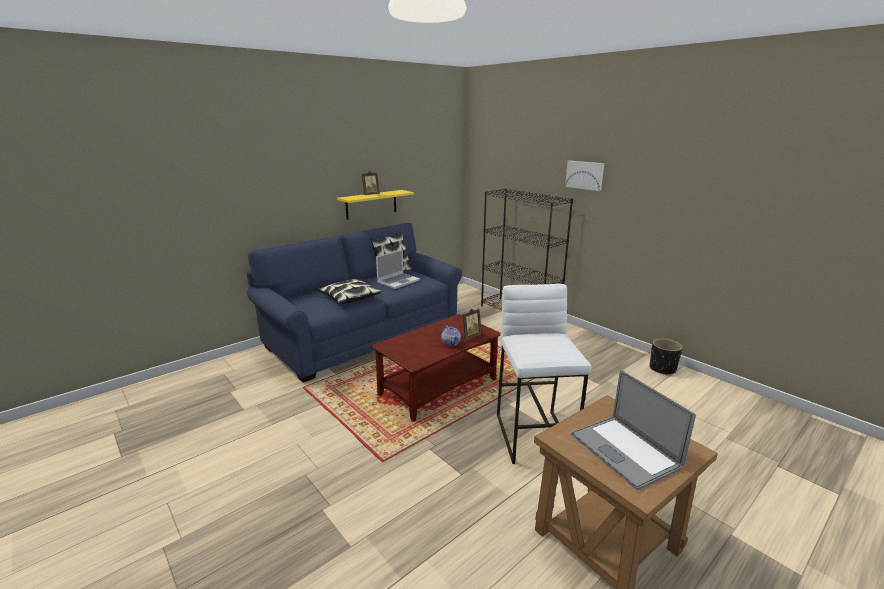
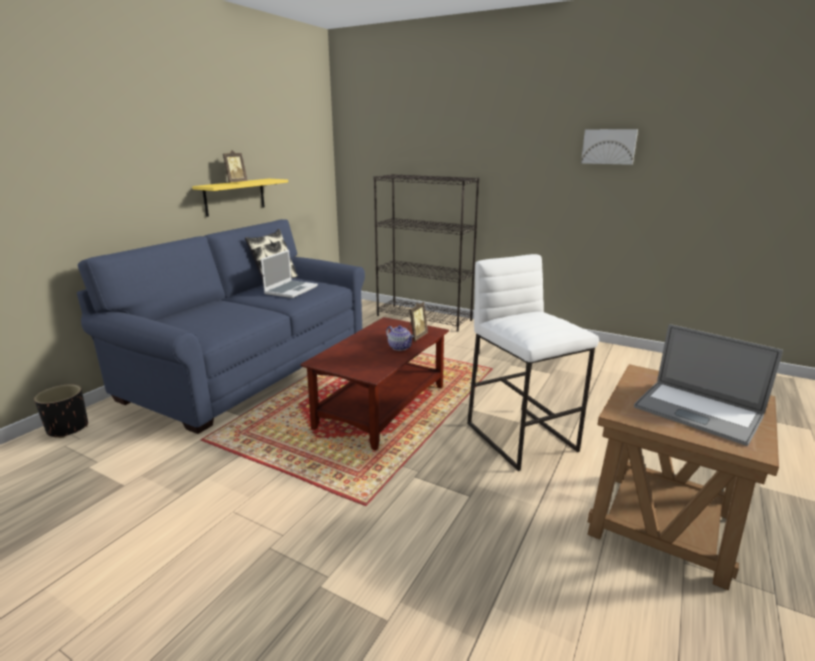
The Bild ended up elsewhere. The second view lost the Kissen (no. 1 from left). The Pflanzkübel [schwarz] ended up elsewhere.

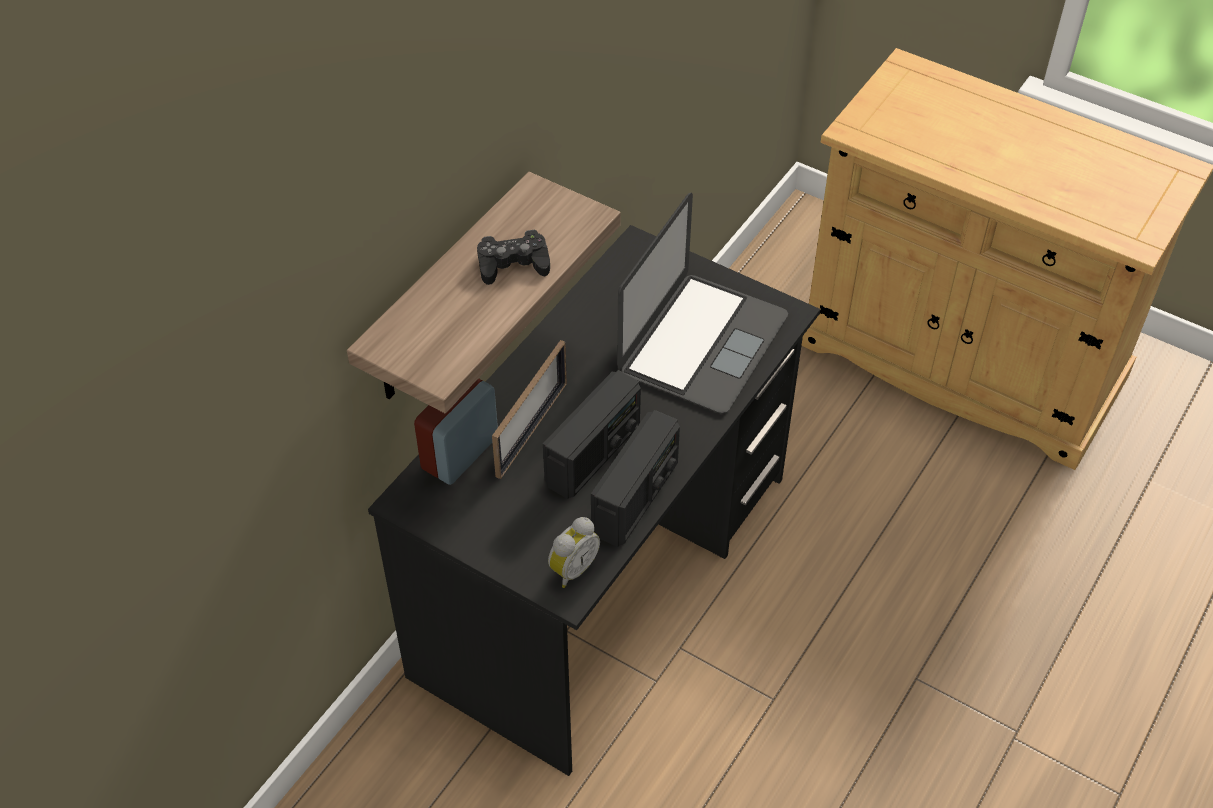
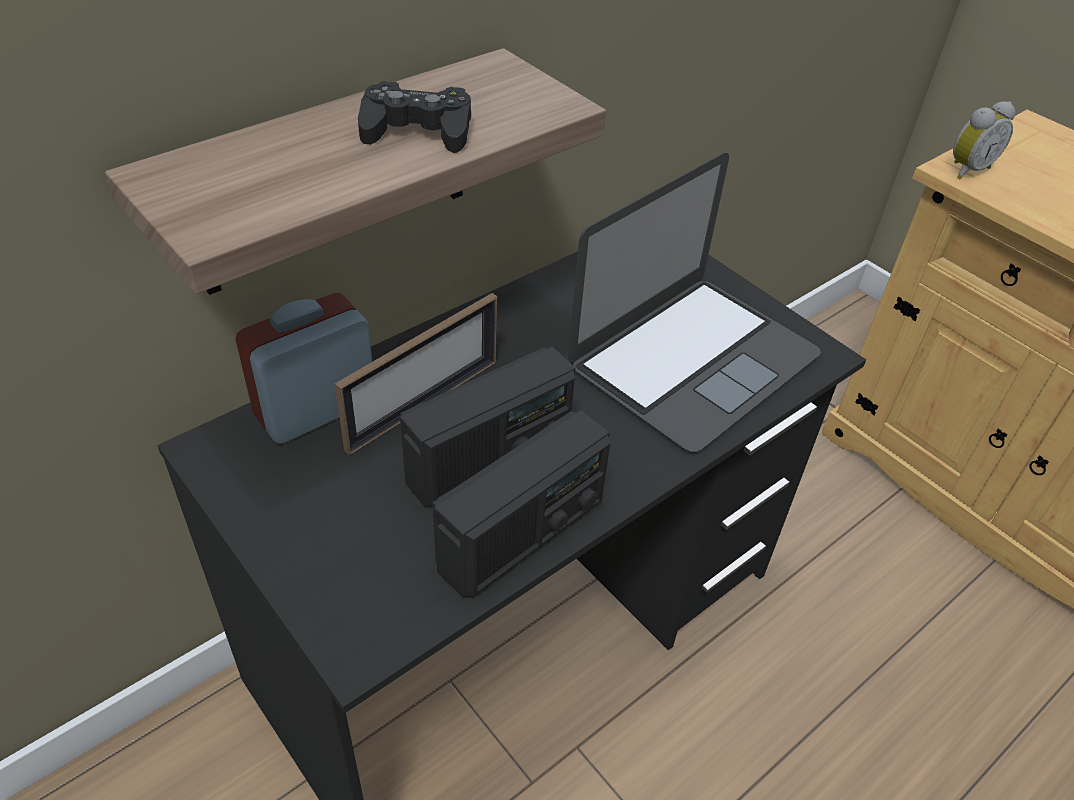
The Wecker (no. 2 from left) ended up elsewhere.

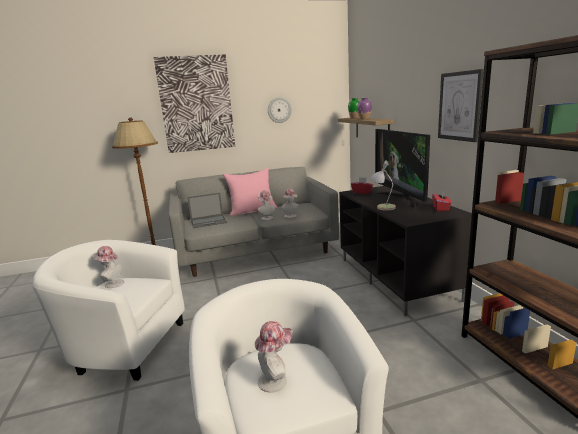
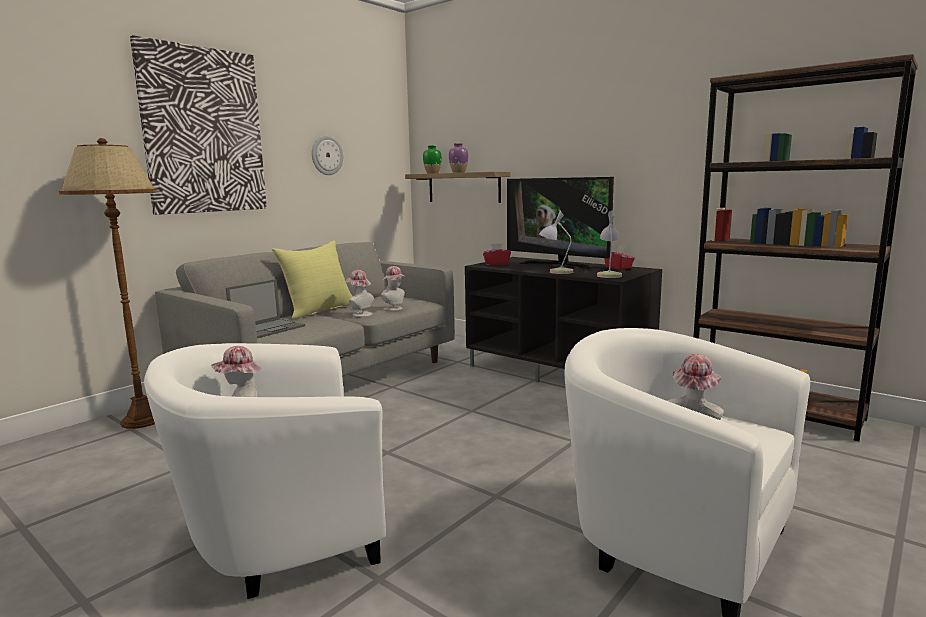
The second view lost the Bild (no. 2 from left). What was the Kissen [rosa] turned into the Kissen [gelb]. The second view gained the Tischlampe (no. 2 from left).

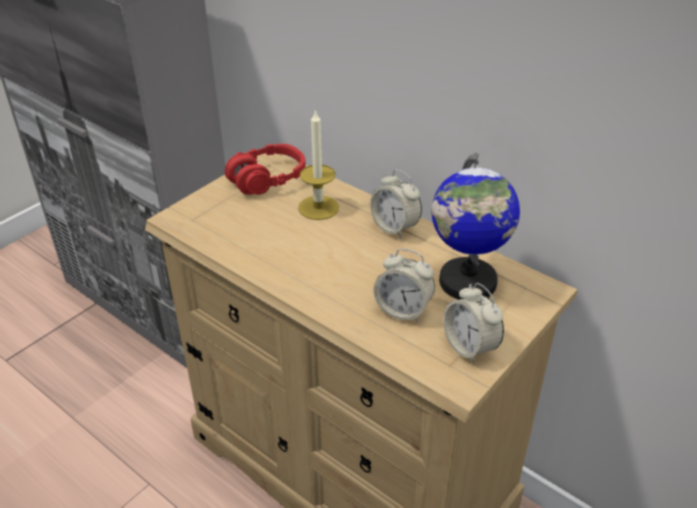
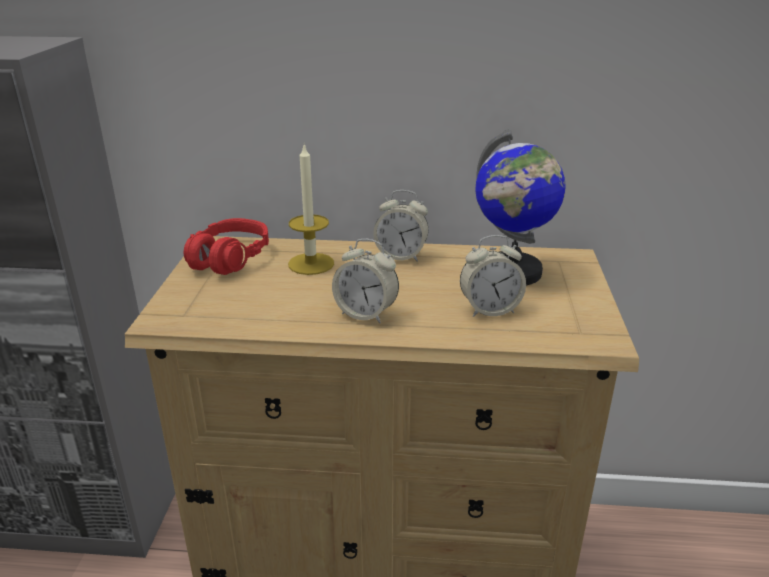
The Wecker (no. 3 from left in the first image) ended up elsewhere.

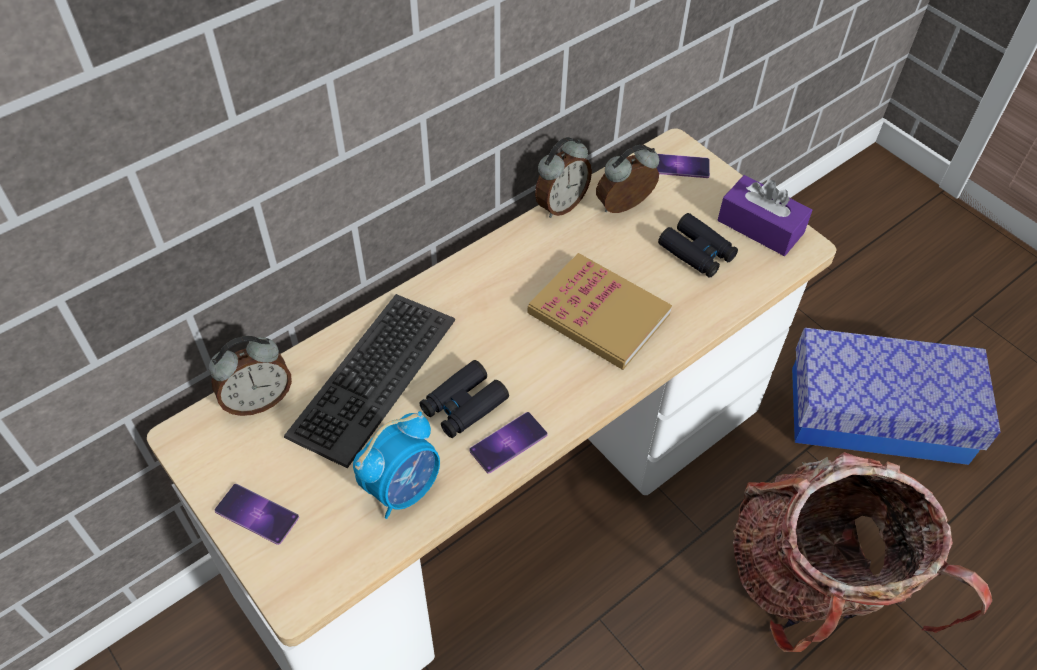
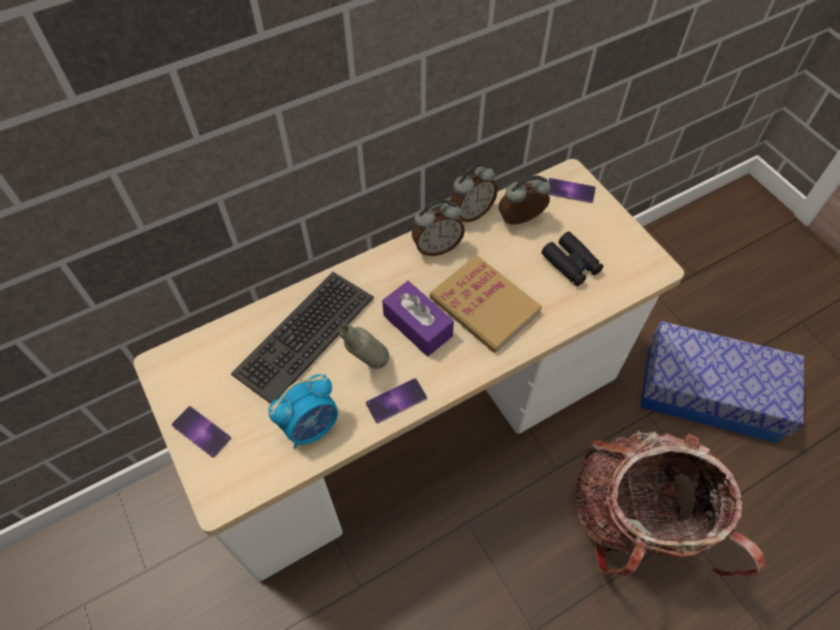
The Taschentuchbox [lila] ended up elsewhere. The Wecker (no. 1 from left in the first image) ended up elsewhere. Where the Fernglas [schwarz] (no. 1 from left) stood, the Flasche [grau] came to stand.

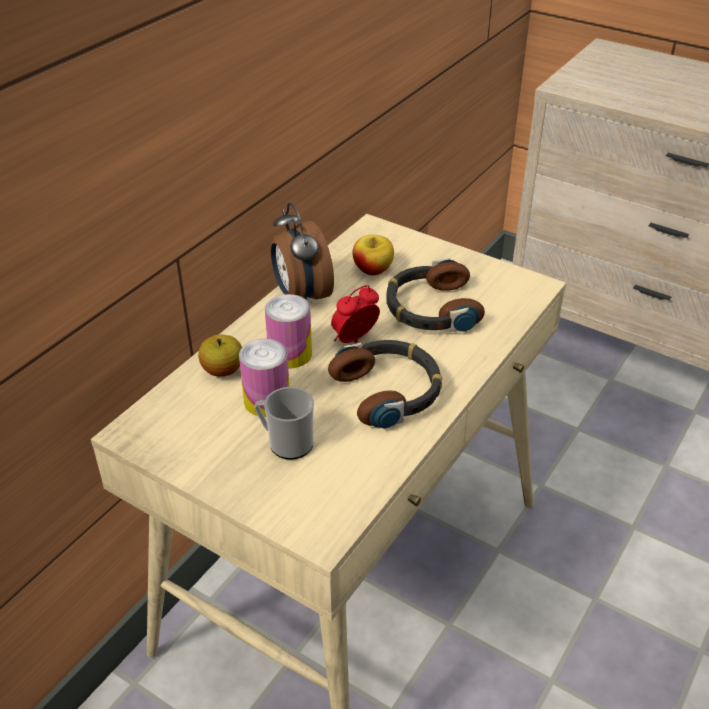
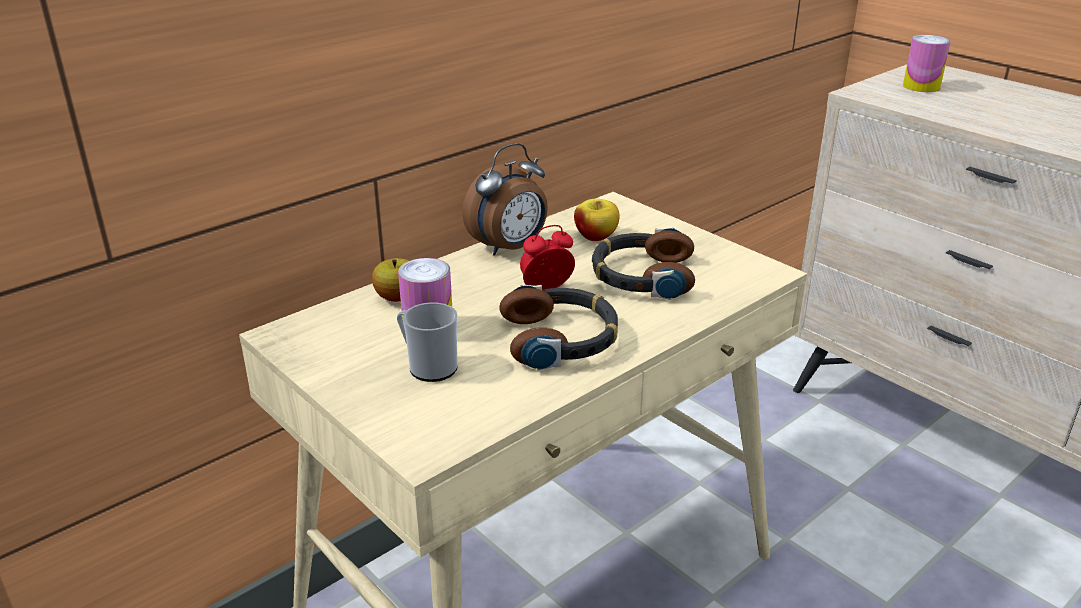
The Wecker (no. 1 from left) ended up facing another way, 120 degrees counterclockwise from before. The Dose (no. 2 from left) ended up elsewhere.

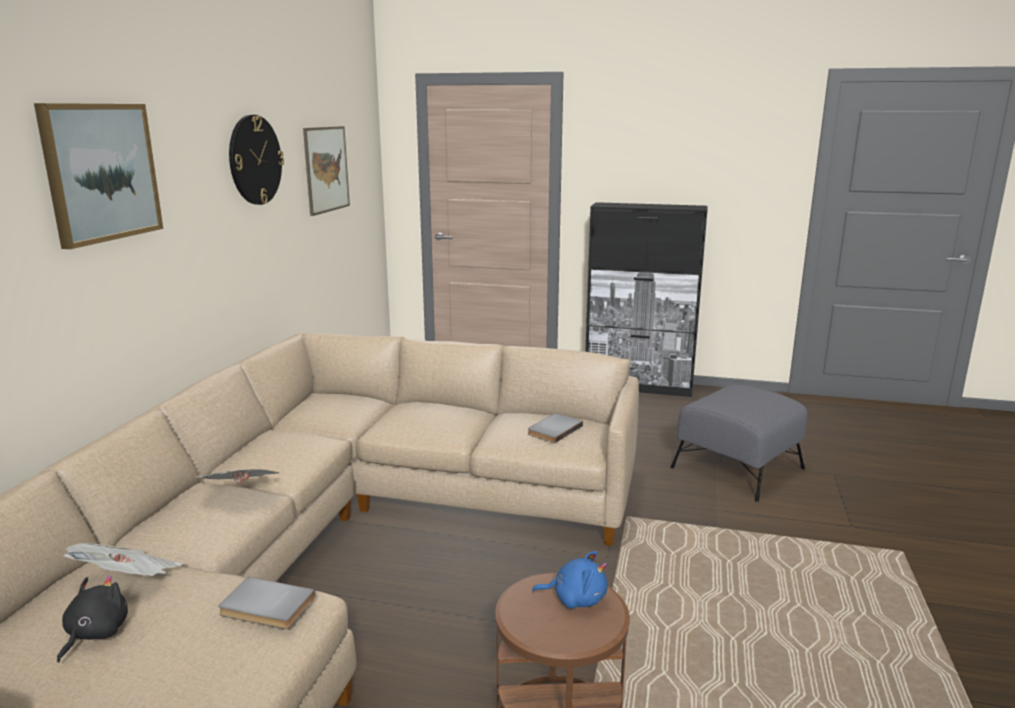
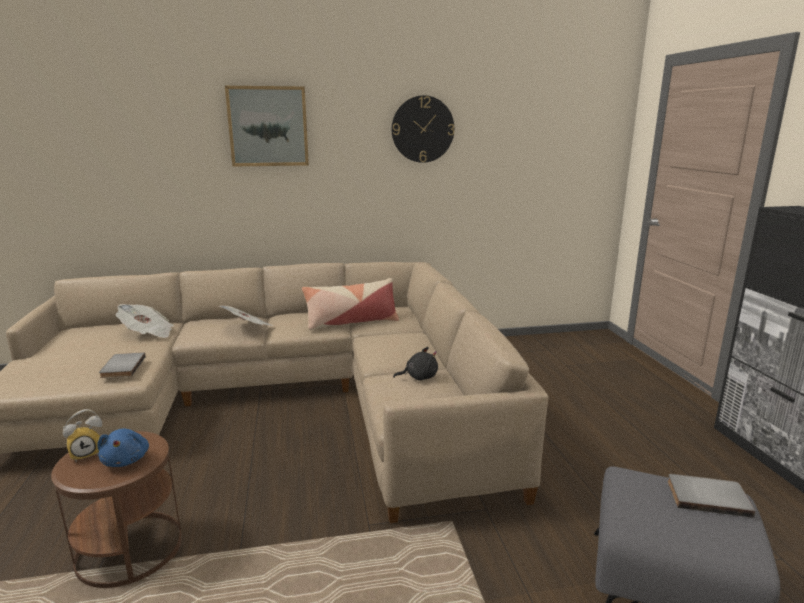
The second view lost the Bild (no. 2 from left). The Buch [grau] (no. 2 from left) ended up elsewhere. The Plüschtier [schwarz] ended up elsewhere. The second view gained the Kissen. The second view gained the Wecker.

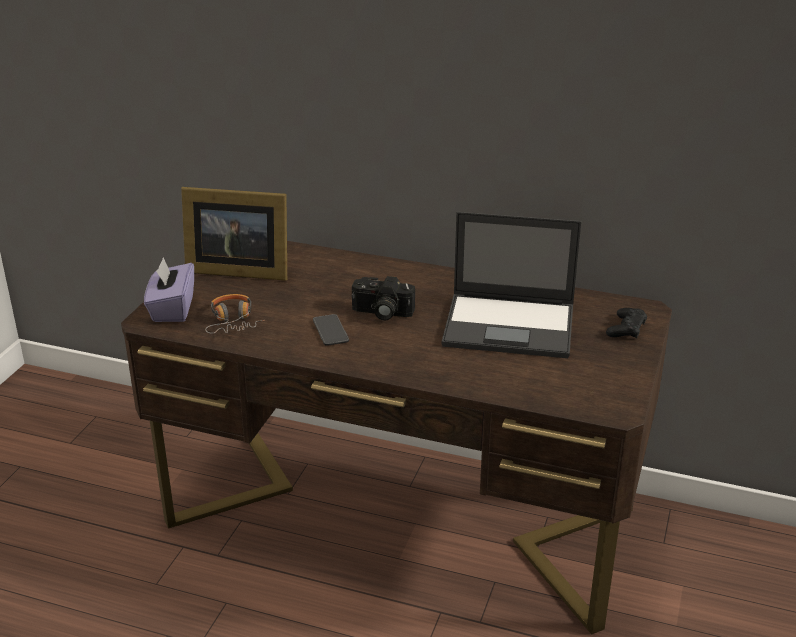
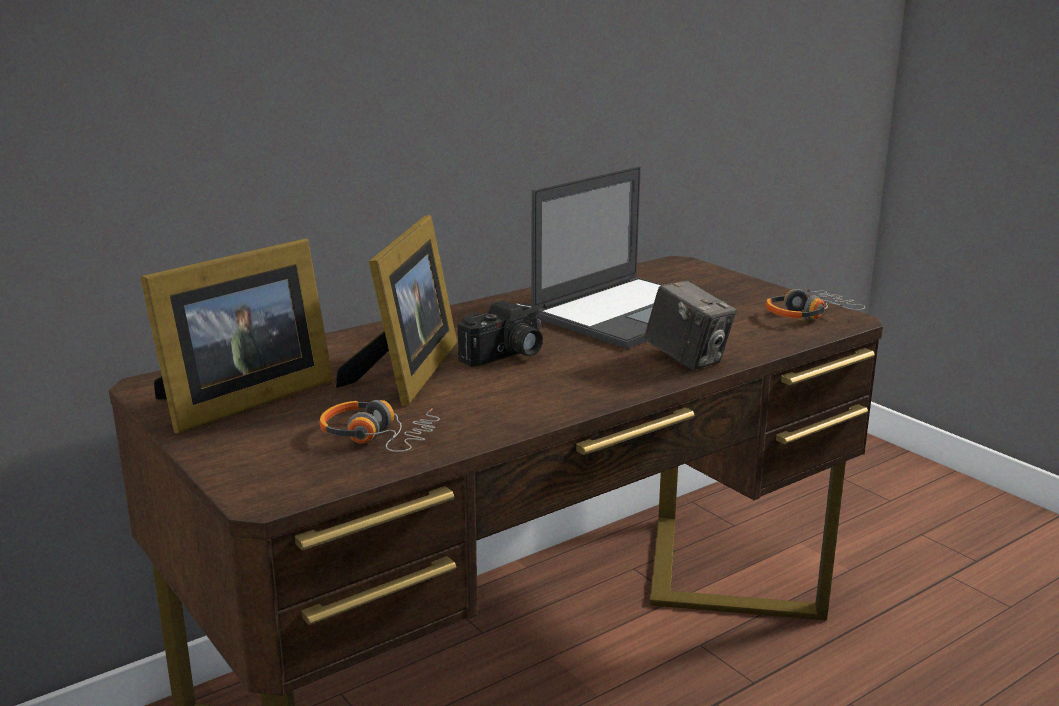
The second view lost the Taschentuchbox [lila]. The second view lost the Gamepad [schwarz]. The second view lost the Handy. The second view gained the Bilderrahmen (no. 2 from left). The second view gained the Kamera (no. 2 from left). The second view gained the Kopfhörer (no. 2 from left).

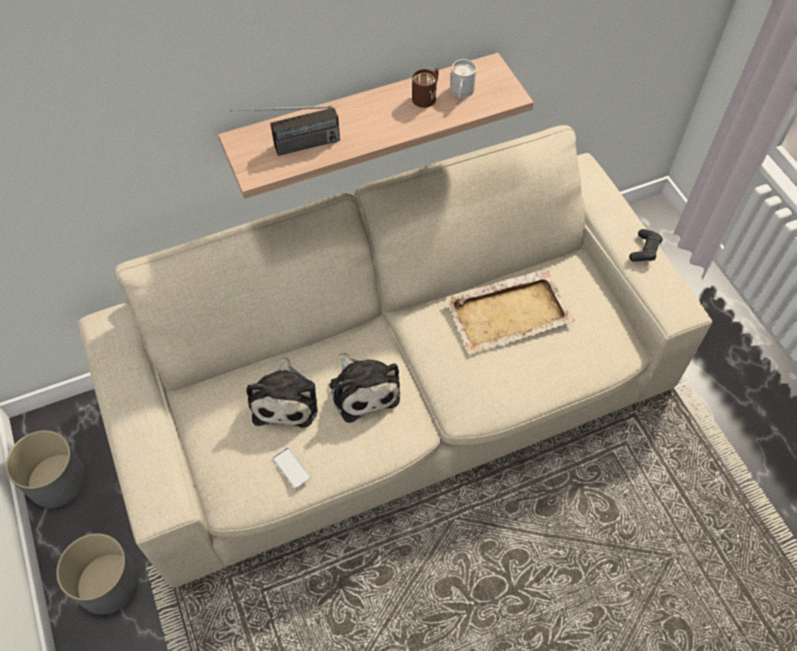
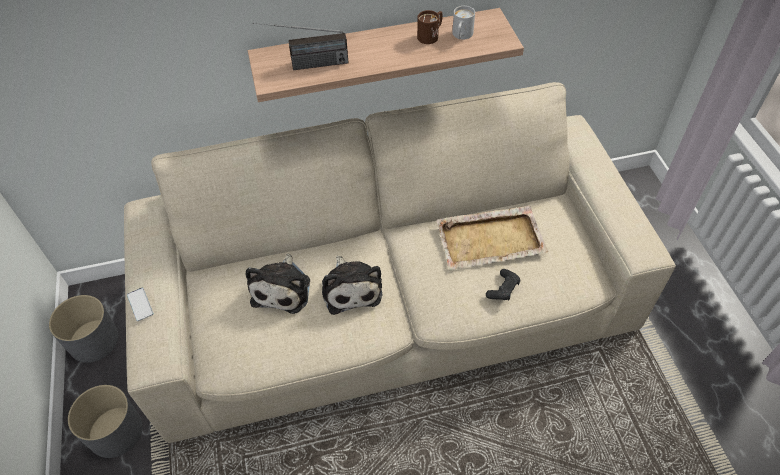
The Gamepad [schwarz] ended up elsewhere. The Handy ended up elsewhere.

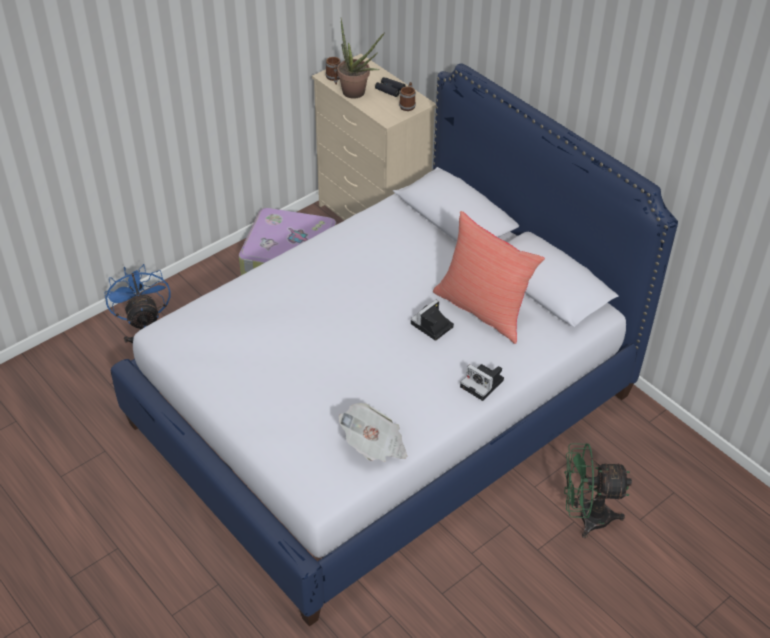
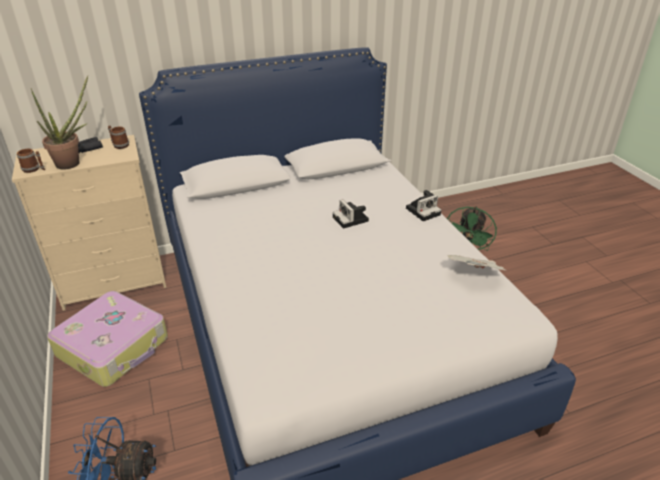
The second view lost the Kissen [rot].

